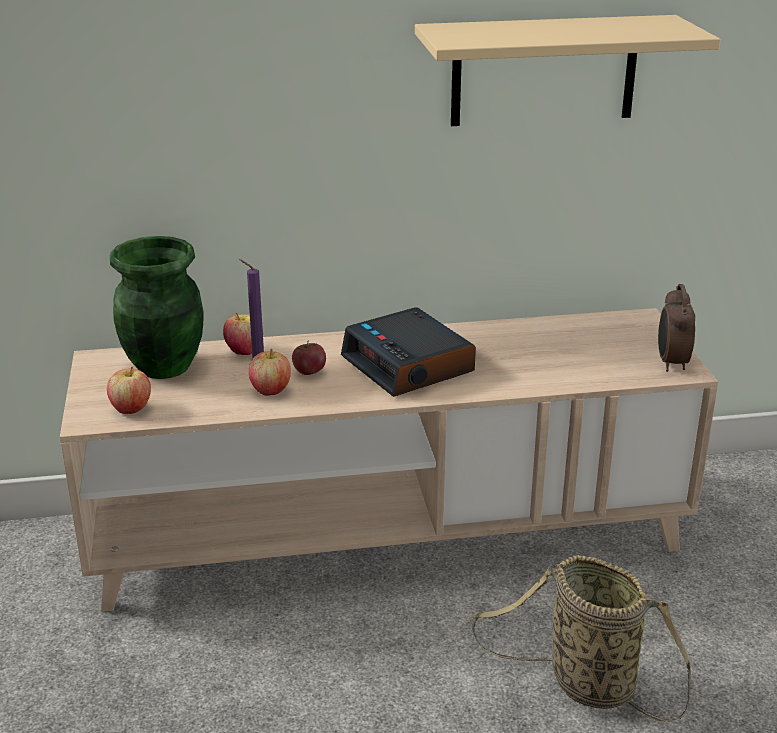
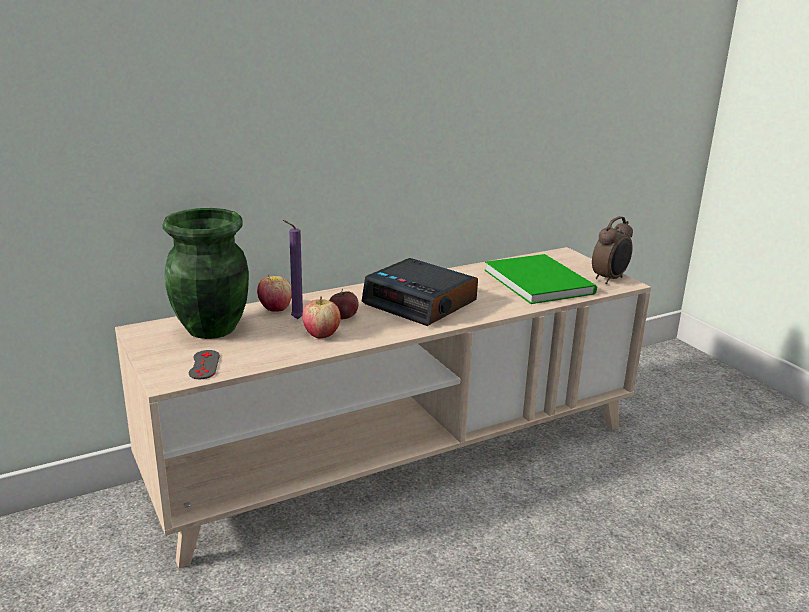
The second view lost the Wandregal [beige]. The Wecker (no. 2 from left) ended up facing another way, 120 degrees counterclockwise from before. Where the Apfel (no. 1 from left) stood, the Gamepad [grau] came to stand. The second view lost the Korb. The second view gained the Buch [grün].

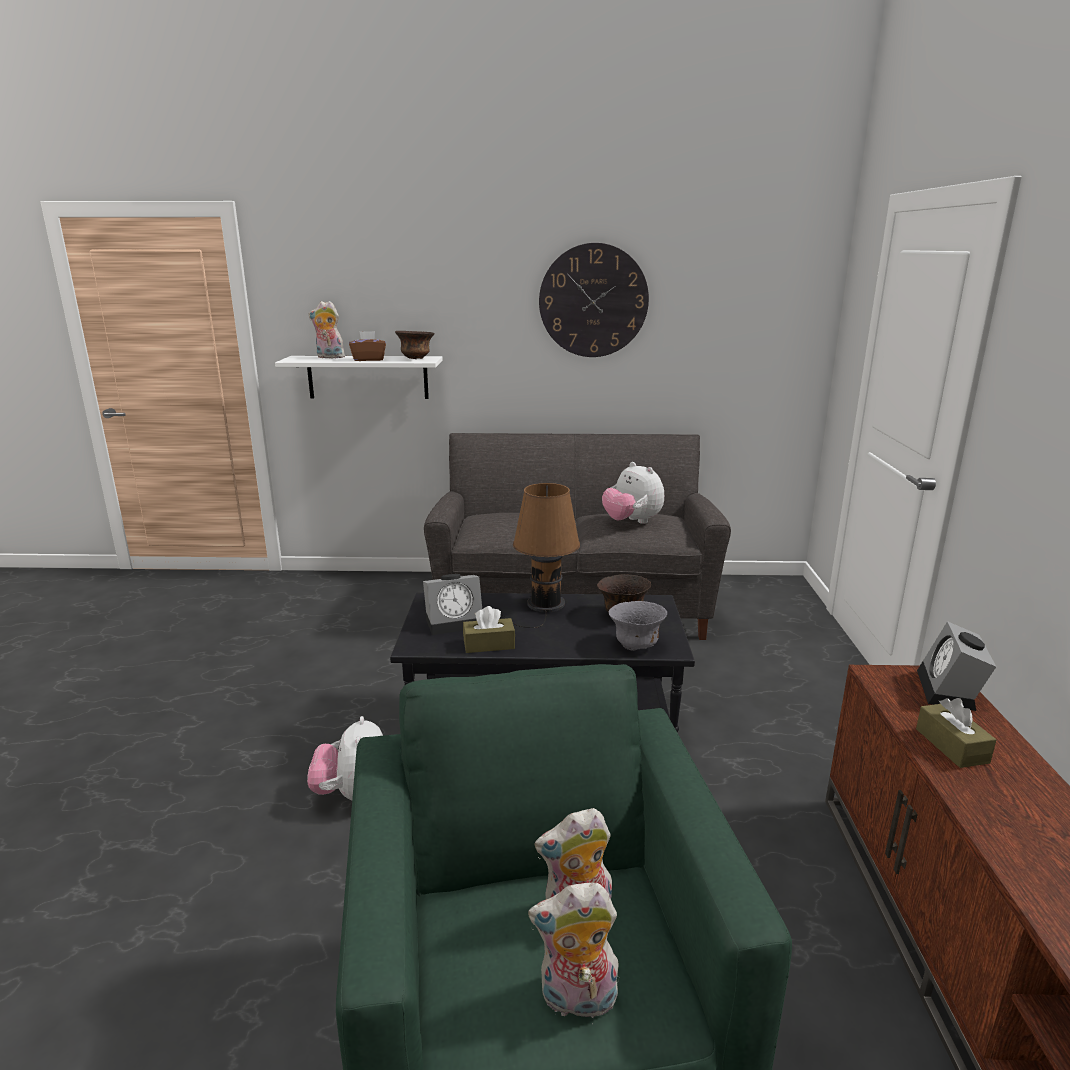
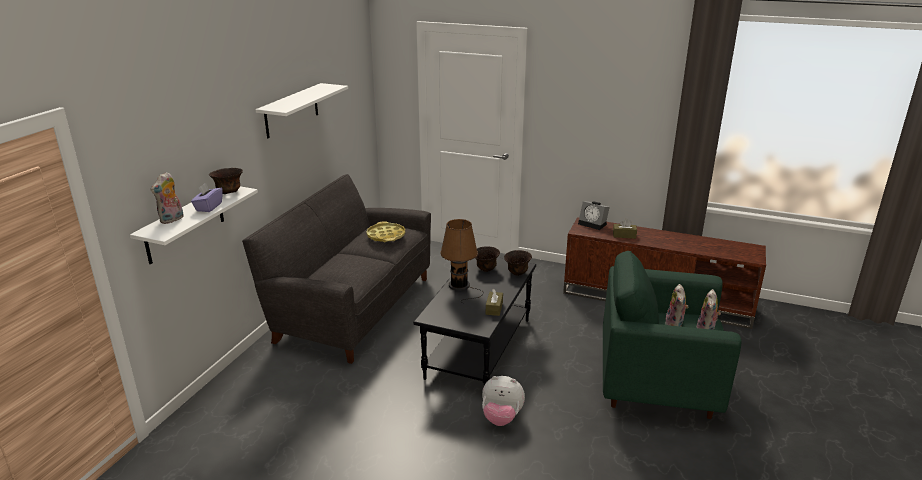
Where the Wanduhr hung, the Wandregal [weiß] (no. 2 from left) came to hang. What was the Taschentuchbox [braun] (no. 1 from left) turned into the Taschentuchbox [lila]. Where the Plüschtier (no. 5 from left) stood, the Tablett [gelb] came to stand. The second view lost the Wecker (no. 1 from left). What was the Schüssel [grau] turned into the Schüssel [braun] (no. 3 from left).

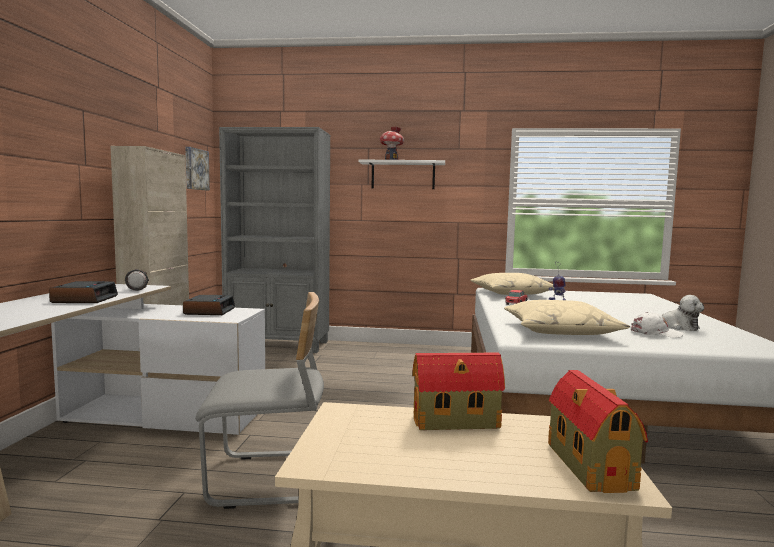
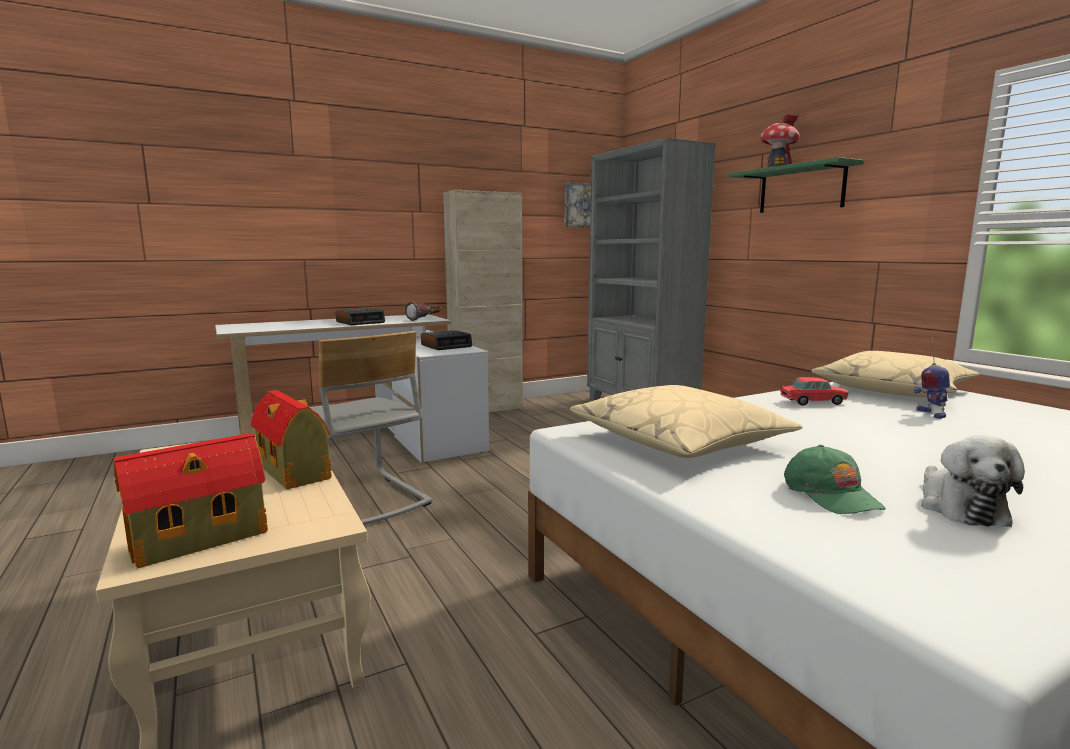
What was the Wandregal [weiß] turned into the Wandregal [grün]. What was the Kappe [weiß] turned into the Kappe [grün].

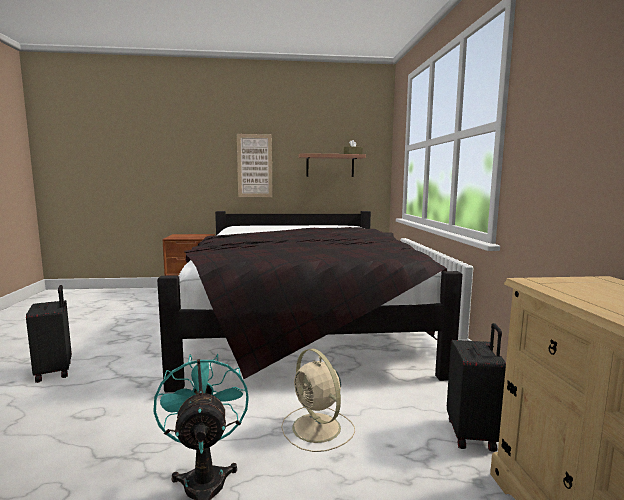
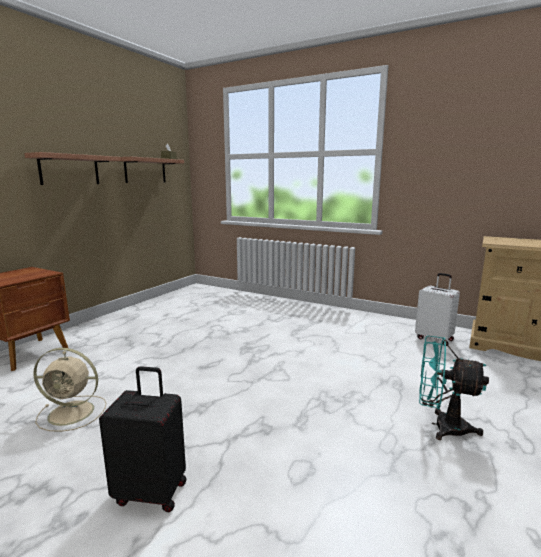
Where the Bild hung, the Wandregal (no. 1 from left) came to hang. The second view lost the Bett [schwarz]. What was the Koffer [schwarz] (no. 2 from left) turned into the Koffer [weiß]. The Ventilator [beige] ended up elsewhere.

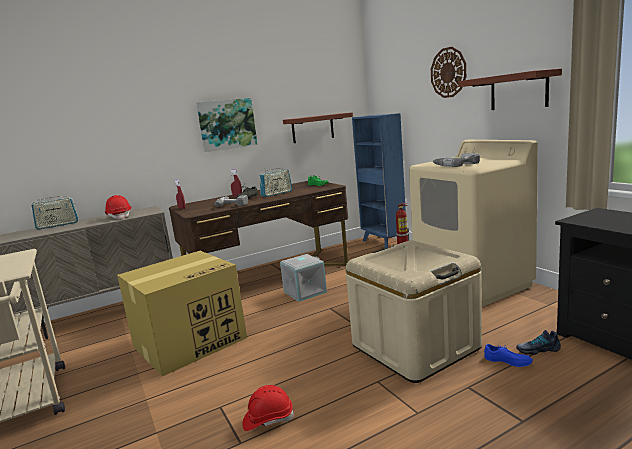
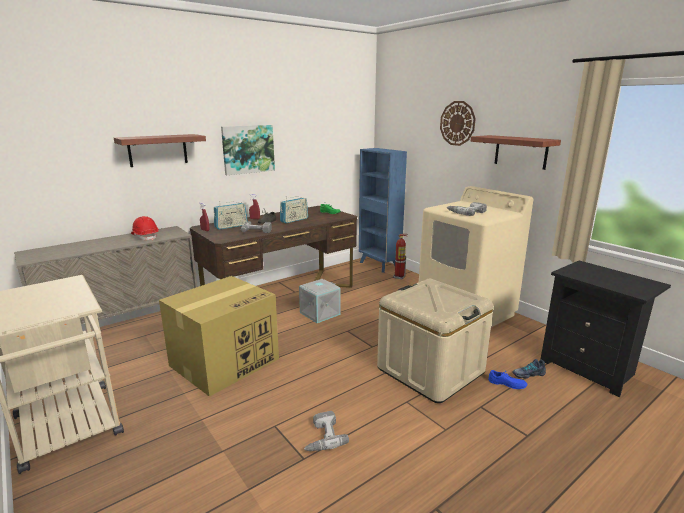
The Wandregal (no. 1 from left) ended up elsewhere. The Radio (no. 1 from left) ended up elsewhere. Where the Schutzhelm [rot] (no. 2 from left) stood, the Bohrmaschine (no. 2 from left) came to stand.

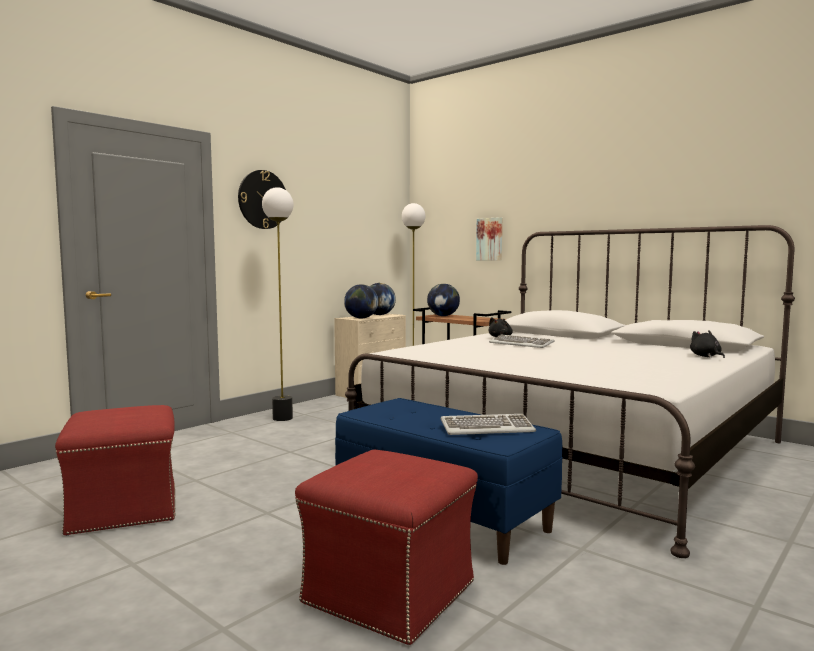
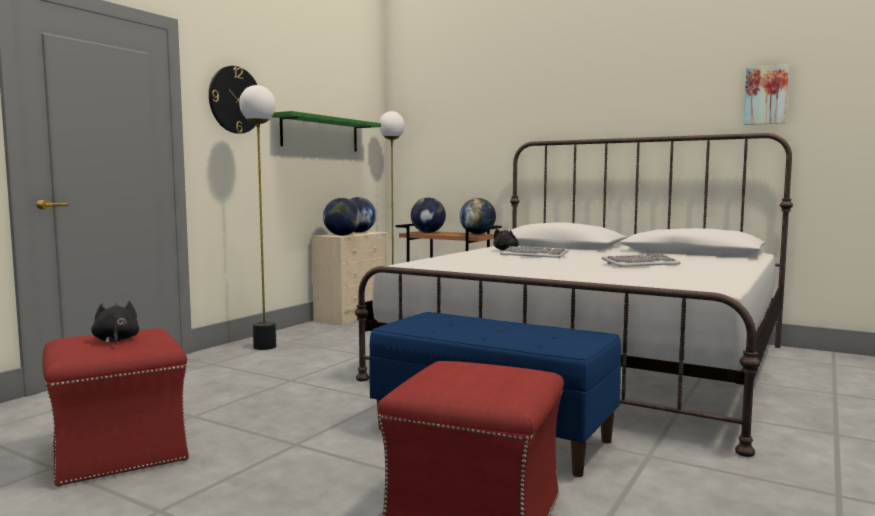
The Bild ended up elsewhere. The Plüschtier [schwarz] (no. 2 from left in the first image) ended up elsewhere. The Tastatur (no. 1 from left in the first image) ended up elsewhere. The second view gained the Wandregal [grün]. The second view gained the Globus (no. 4 from left).

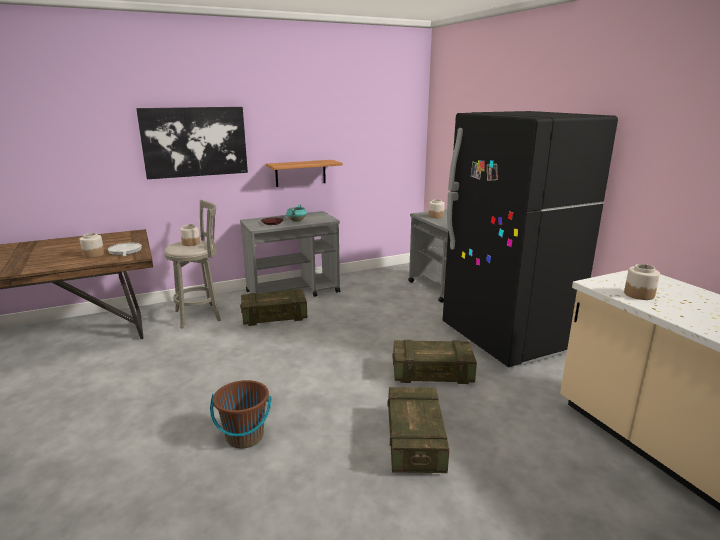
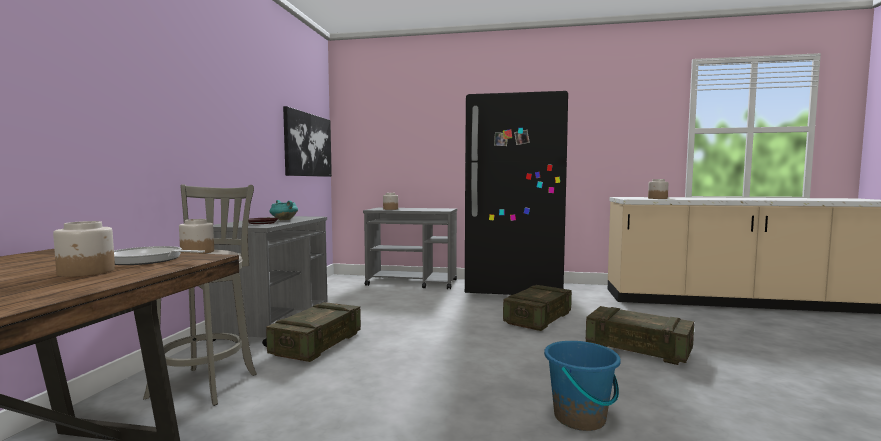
The Bild ended up elsewhere. The second view lost the Wandregal. What was the Eimer [braun] turned into the Eimer [blau].

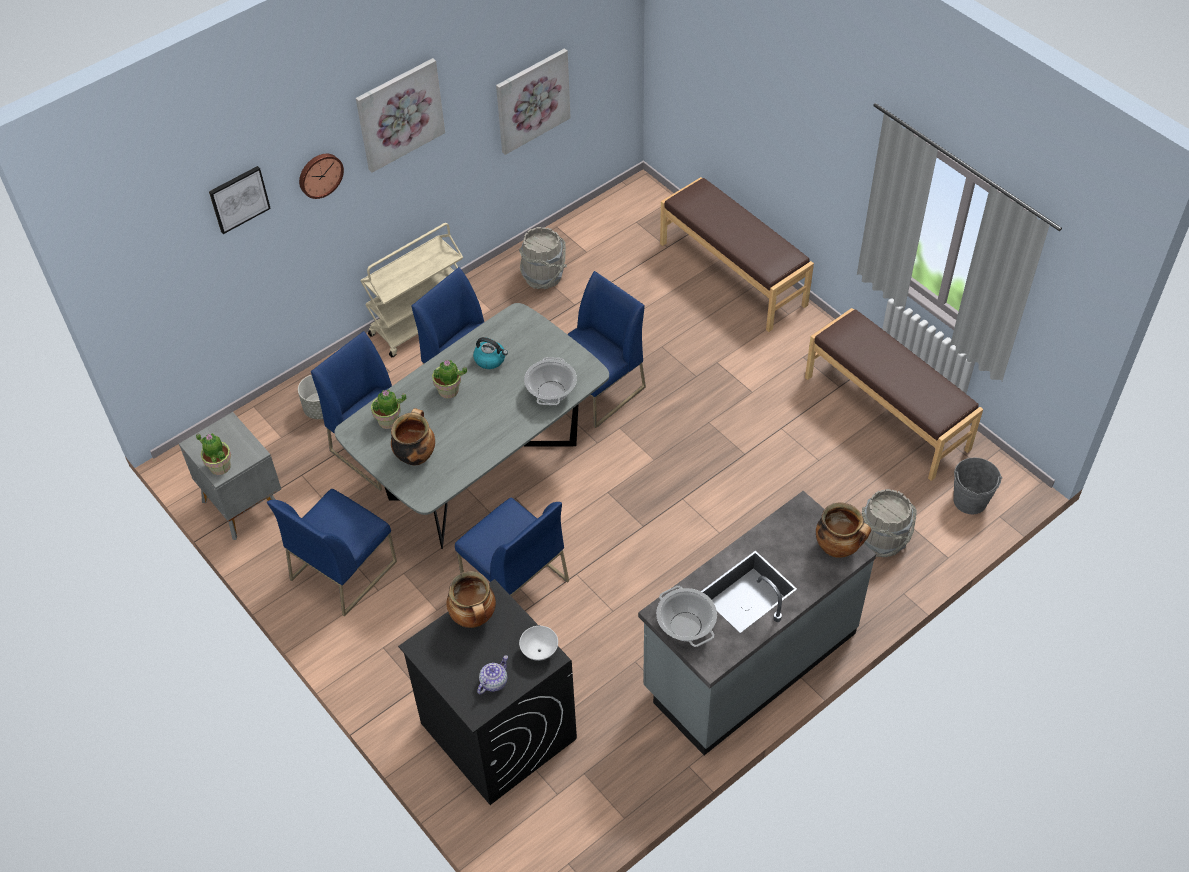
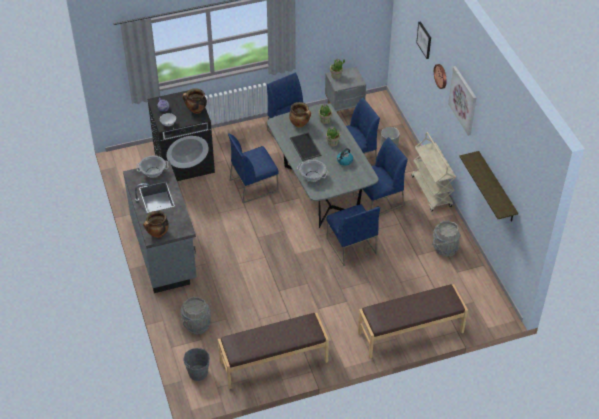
Where the Bild (no. 3 from left) hung, the Wandregal came to hang. The second view gained the Tablett.

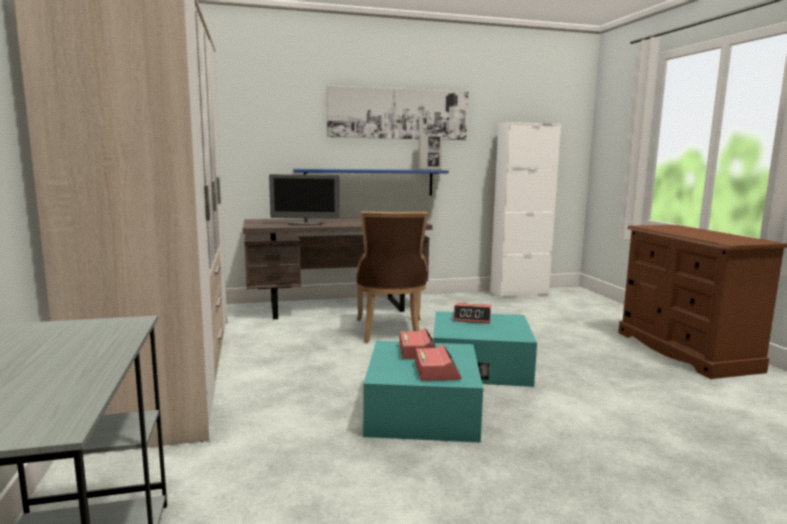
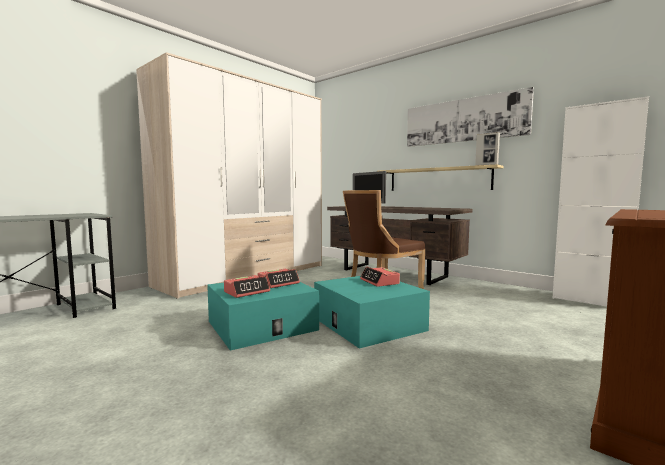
What was the Wandregal [blau] turned into the Wandregal [beige].

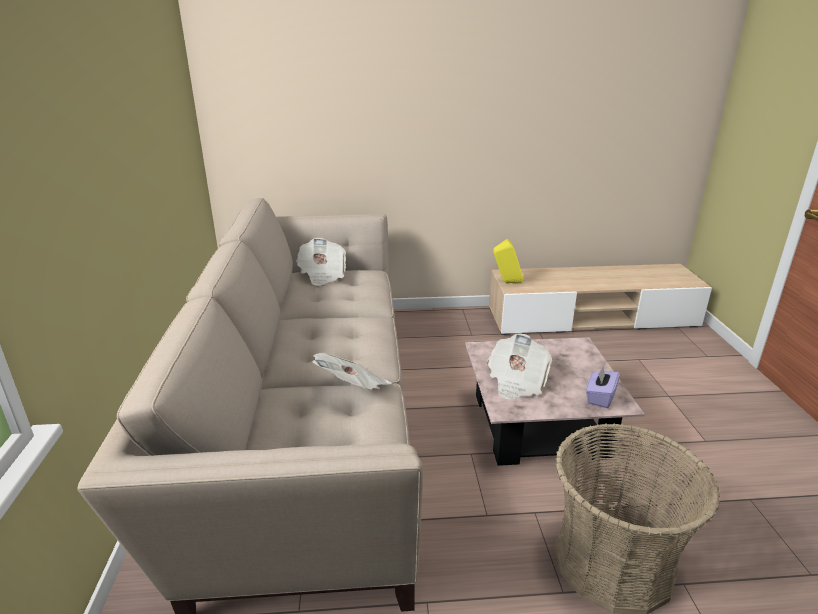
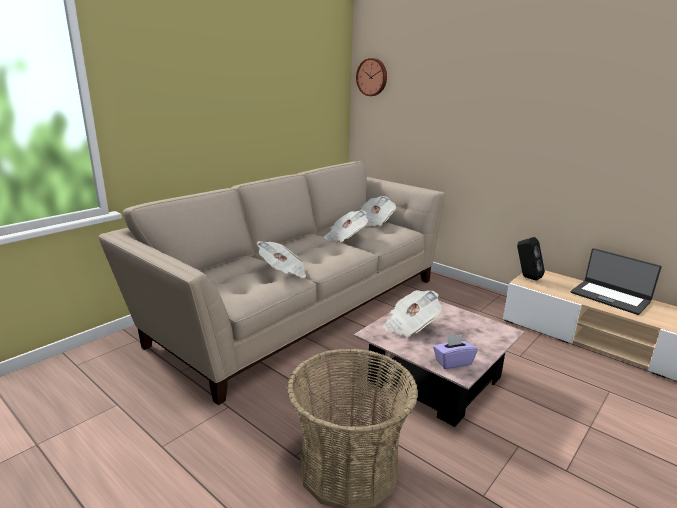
What was the Lautsprecher [gelb] turned into the Lautsprecher [schwarz]. The second view gained the Wanduhr. The second view gained the Zeitung (no. 2 from left). The second view gained the Laptop.

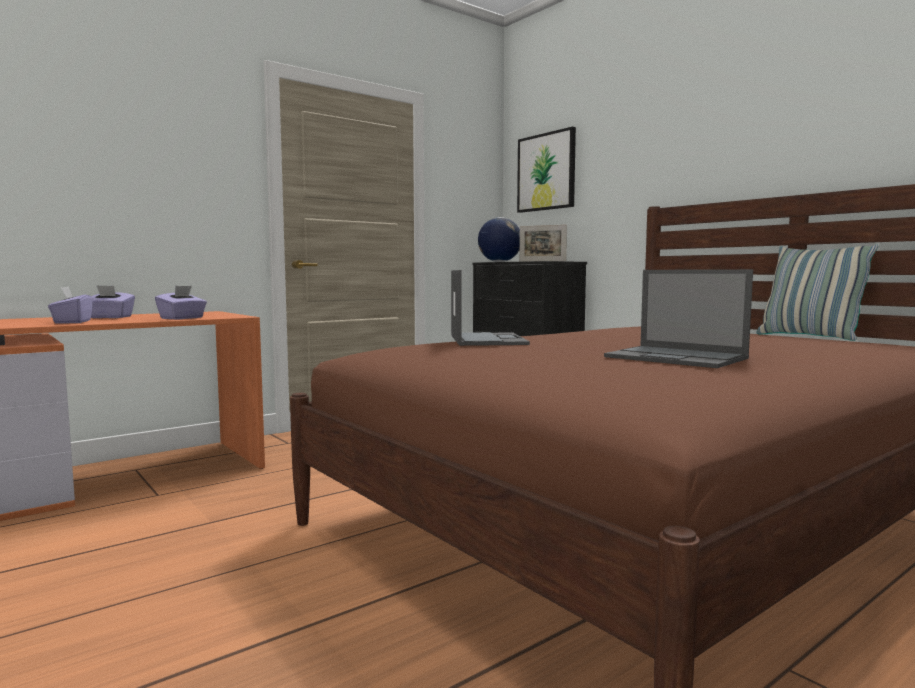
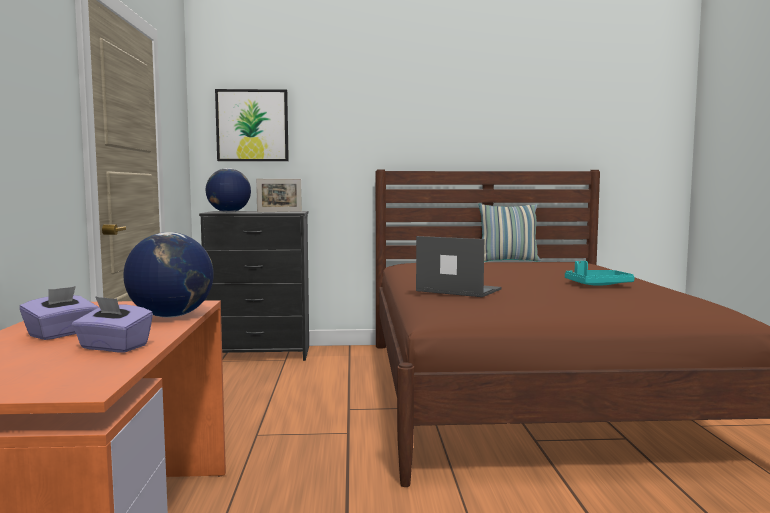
Where the Laptop (no. 2 from left) stood, the Tablett [türkis] came to stand. Where the Taschentuchbox [lila] (no. 3 from left) stood, the Globus (no. 1 from left) came to stand.

